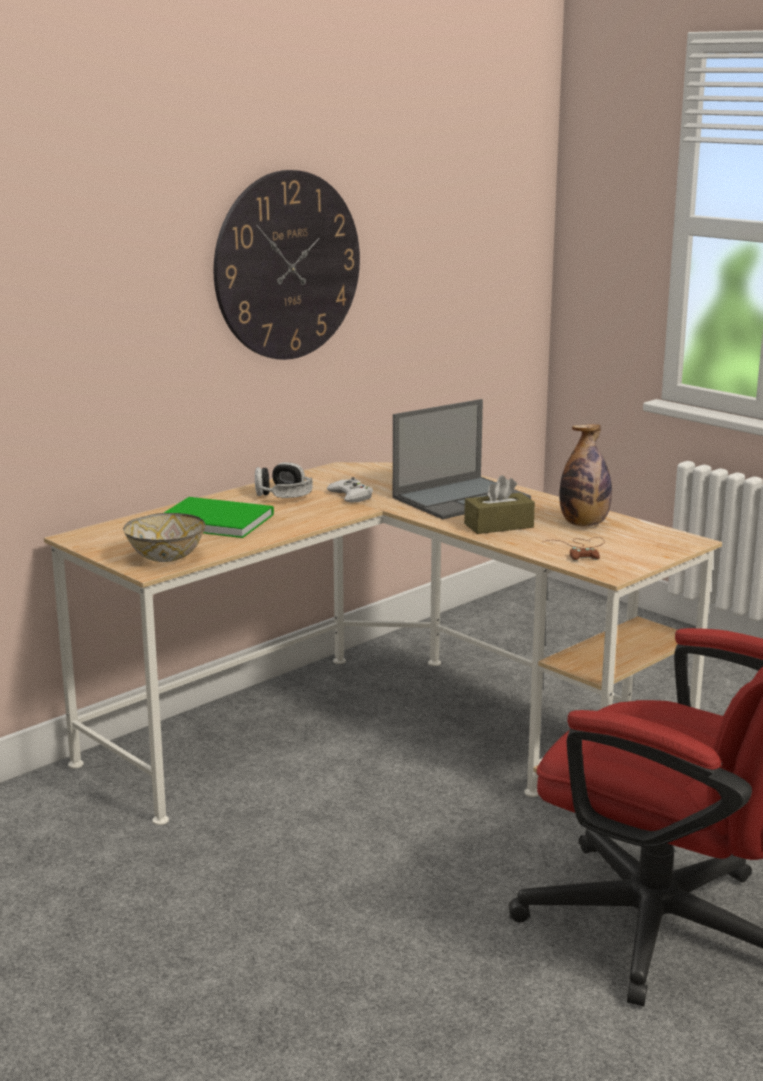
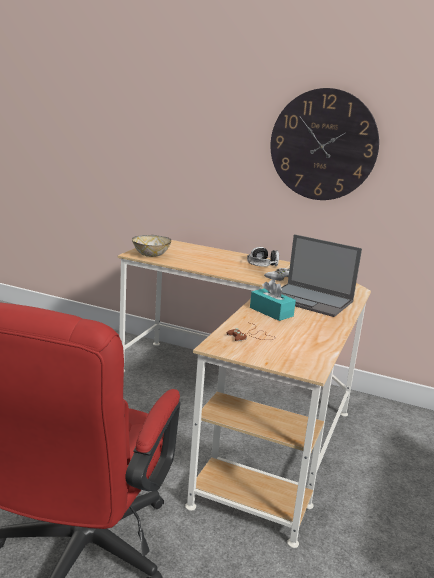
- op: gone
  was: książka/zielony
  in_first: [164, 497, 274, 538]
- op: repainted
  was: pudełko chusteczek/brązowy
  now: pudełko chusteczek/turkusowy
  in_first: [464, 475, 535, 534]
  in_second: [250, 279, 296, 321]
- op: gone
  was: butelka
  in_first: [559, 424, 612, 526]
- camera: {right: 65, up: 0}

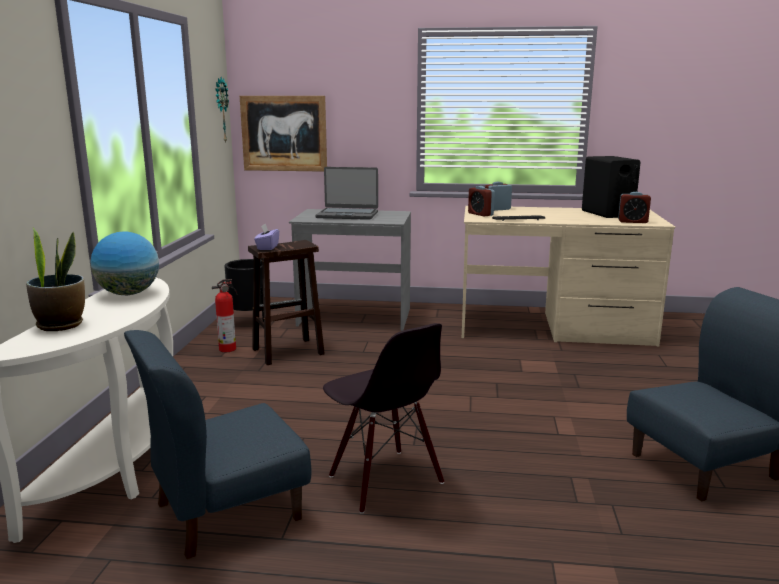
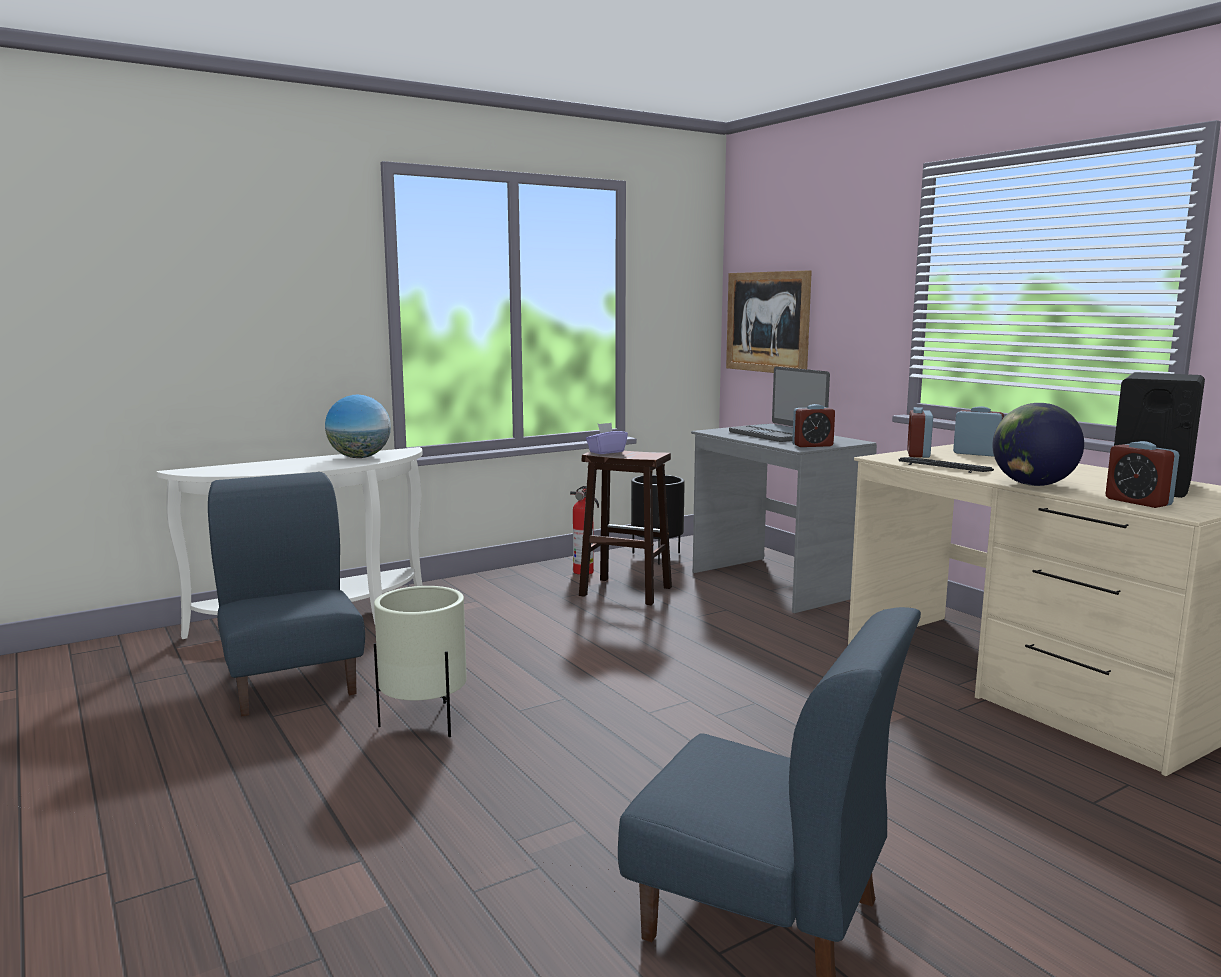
- op: gone
  was: roślina doniczkowa
  in_first: [26, 228, 85, 331]
- op: rotated
  was: krzesło/niebieski
  in_first: [124, 330, 312, 559]
  in_second: [208, 472, 365, 717]
  clockwise: 45
- op: gone
  was: zegar ścienny
  in_first: [215, 77, 229, 143]
- op: swapped
  was: krzesło/czarny
  now: donica/beżowy
  in_first: [323, 323, 444, 514]
  in_second: [374, 586, 467, 737]
- op: new
  now: budzik
  in_second: [792, 404, 835, 447]
- op: new
  now: globus
  in_second: [993, 403, 1084, 486]
- camera: {right: 50, up: -5}

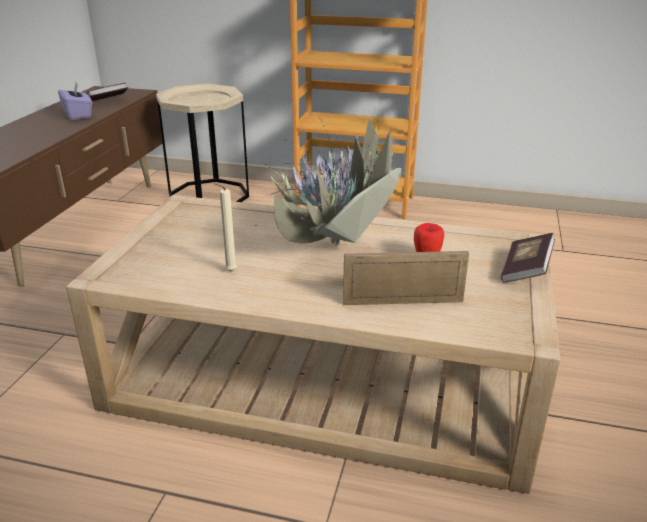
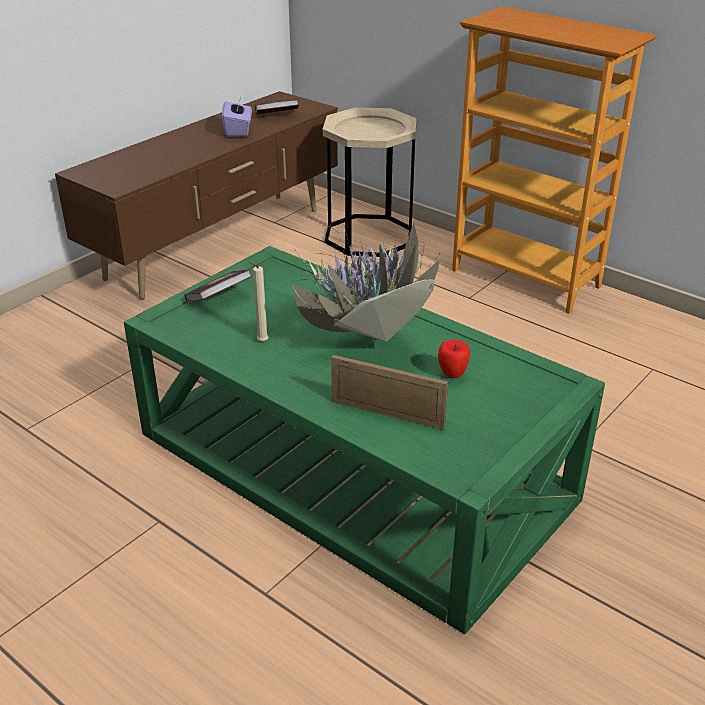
- op: repainted
  was: ława/beżowy
  now: ława/zielony
  in_first: [66, 195, 560, 494]
  in_second: [124, 246, 605, 634]
- op: shifted
  was: książka
  in_first: [501, 233, 555, 283]
  in_second: [184, 269, 252, 302]
- camera: {right: 25, up: 5}

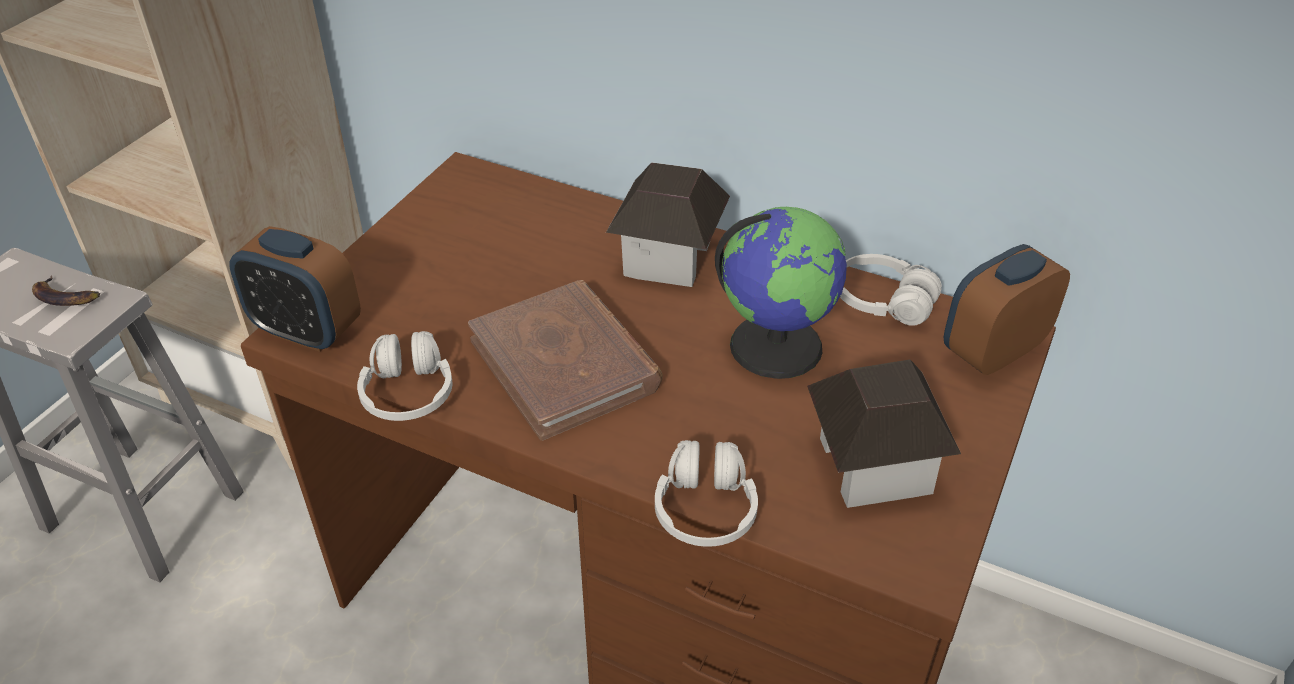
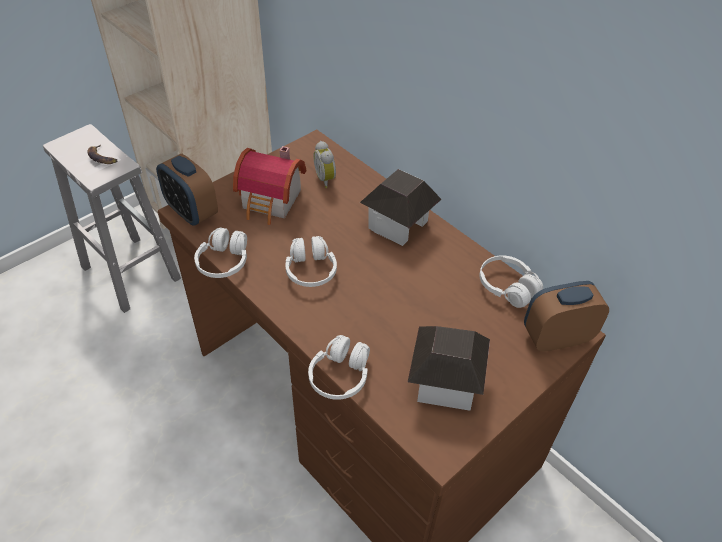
- op: swapped
  was: książka/brązowy
  now: słuchawki/biały
  in_first: [468, 280, 662, 441]
  in_second: [285, 236, 337, 287]
- op: gone
  was: globus
  in_first: [715, 207, 847, 379]
- op: new
  now: domek
  in_second: [233, 146, 306, 225]
- op: new
  now: budzik
  in_second: [313, 141, 336, 188]
- camera: {right: 20, up: 5}

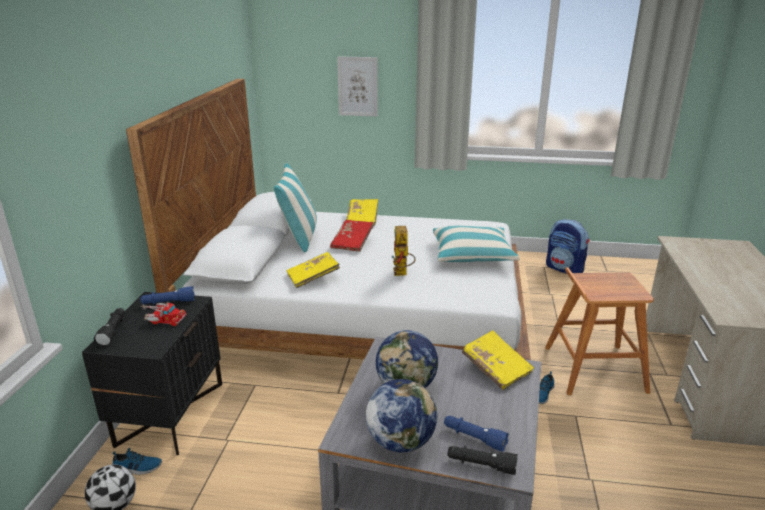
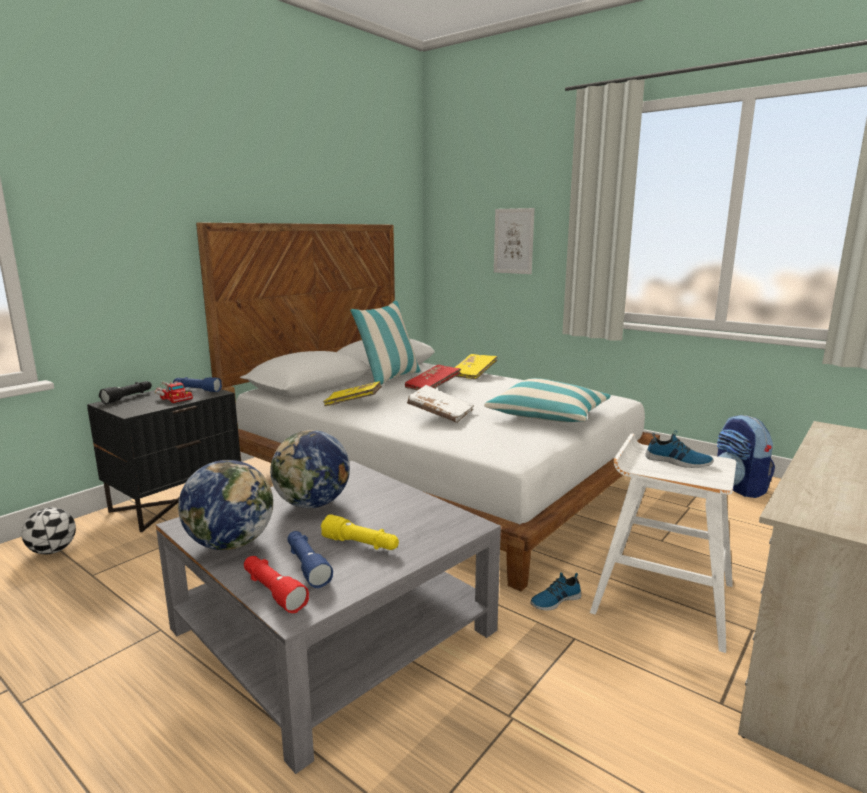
- op: shifted
  was: but
  in_first: [112, 448, 162, 475]
  in_second: [645, 430, 713, 468]
- op: swapped
  was: robot zabawkowy
  now: książka/biały
  in_first: [391, 226, 415, 276]
  in_second: [407, 385, 474, 423]
- op: repainted
  was: latarka/czarny
  now: latarka/czerwony
  in_first: [447, 446, 518, 475]
  in_second: [244, 556, 309, 613]
- op: gone
  was: książka/żółty
  in_first: [462, 330, 534, 390]
- op: repainted
  was: stołek/brązowy
  now: stołek/biały
  in_first: [545, 267, 654, 395]
  in_second: [590, 433, 736, 653]
- op: new
  now: latarka/żółty
  in_second: [321, 514, 399, 550]
- camera: {right: 30, up: -10}

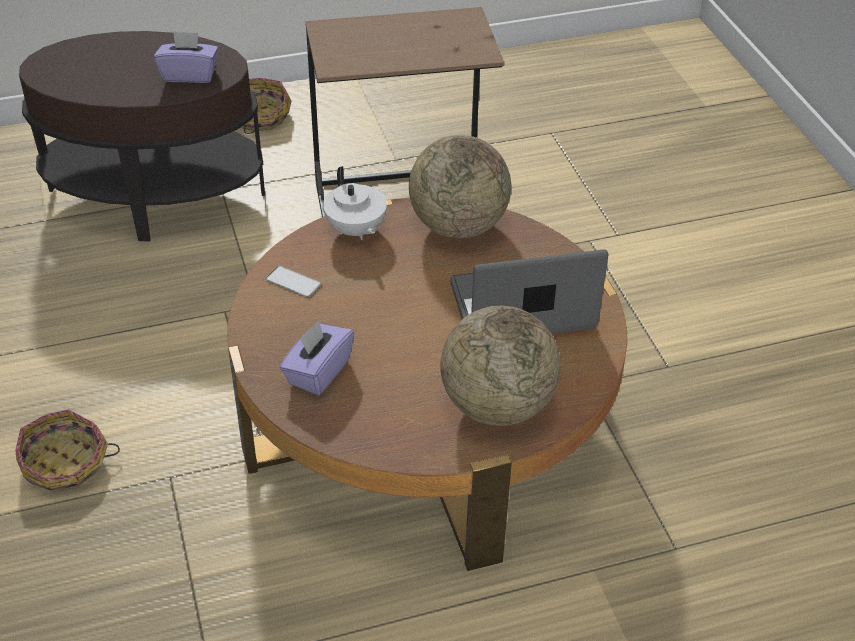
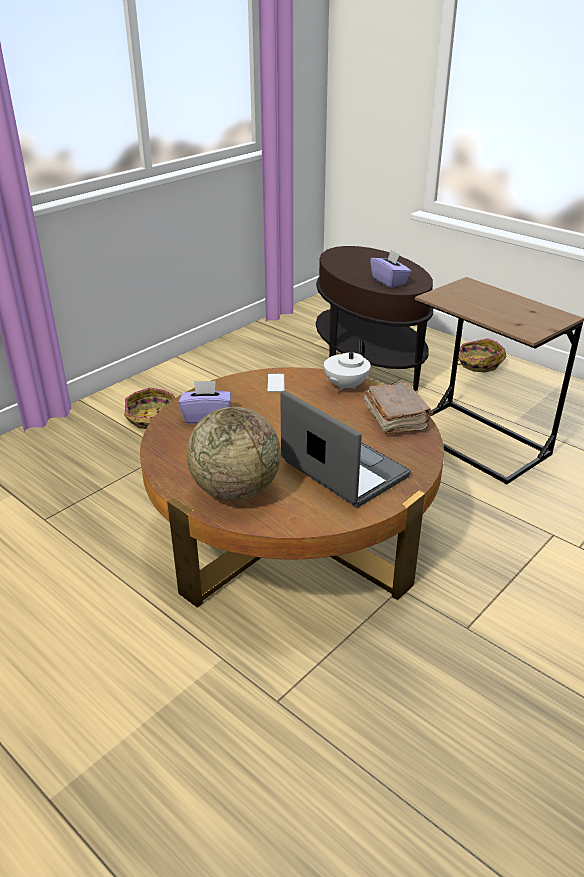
- op: swapped
  was: globus
  now: książka/brązowy
  in_first: [409, 135, 511, 239]
  in_second: [364, 382, 433, 434]
- camera: {right: 60, up: -10}

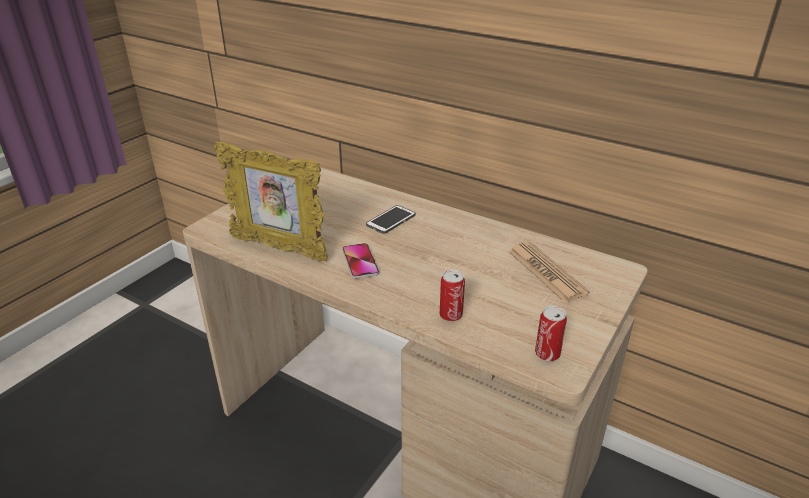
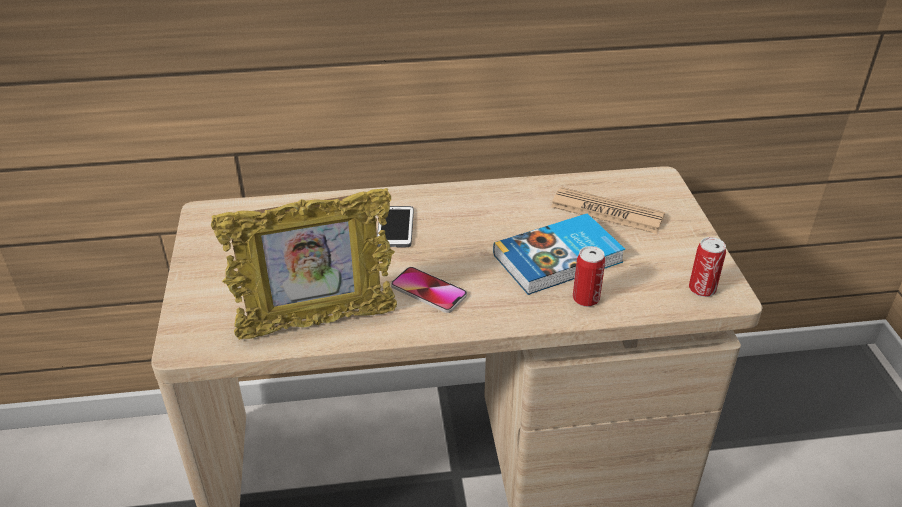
- op: new
  now: książka
  in_second: [493, 213, 625, 295]
- camera: {right: -40, up: 5}

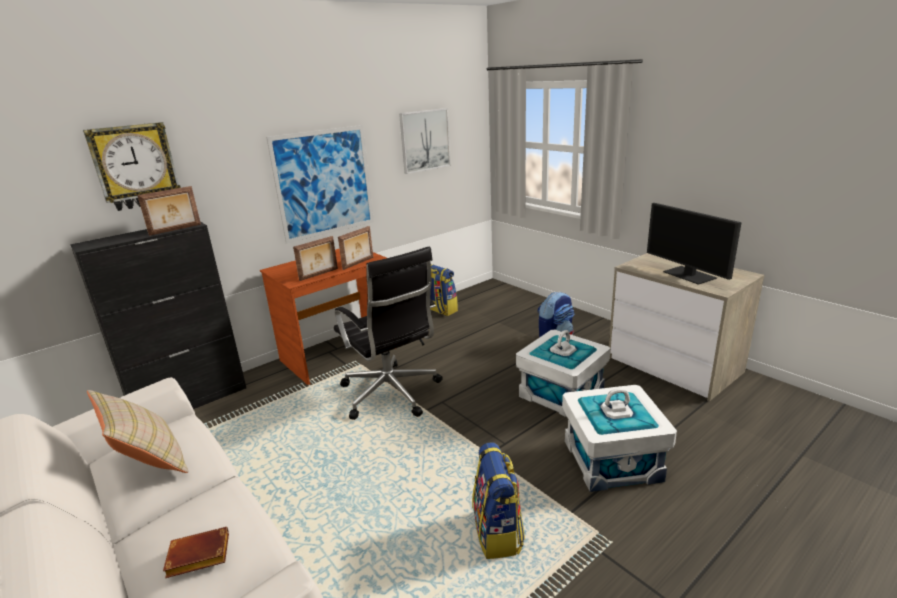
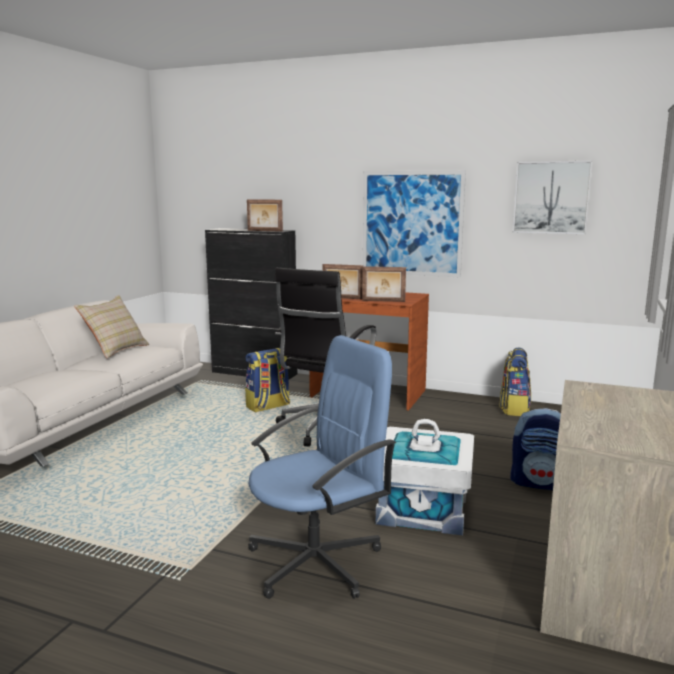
- op: gone
  was: zegar ścienny
  in_first: [83, 122, 181, 211]
- op: gone
  was: książka/brązowy
  in_first: [163, 527, 229, 578]
- op: shifted
  was: plecak
  in_first: [472, 442, 525, 559]
  in_second: [245, 348, 290, 413]
- op: swapped
  was: pojemnik do przechowywania/biały
  now: krzesło biurowe/niebieski
  in_first: [562, 385, 677, 492]
  in_second: [248, 335, 396, 599]
- op: gone
  was: monitor
  in_first: [647, 203, 742, 285]
- camera: {right: 60, up: -10}

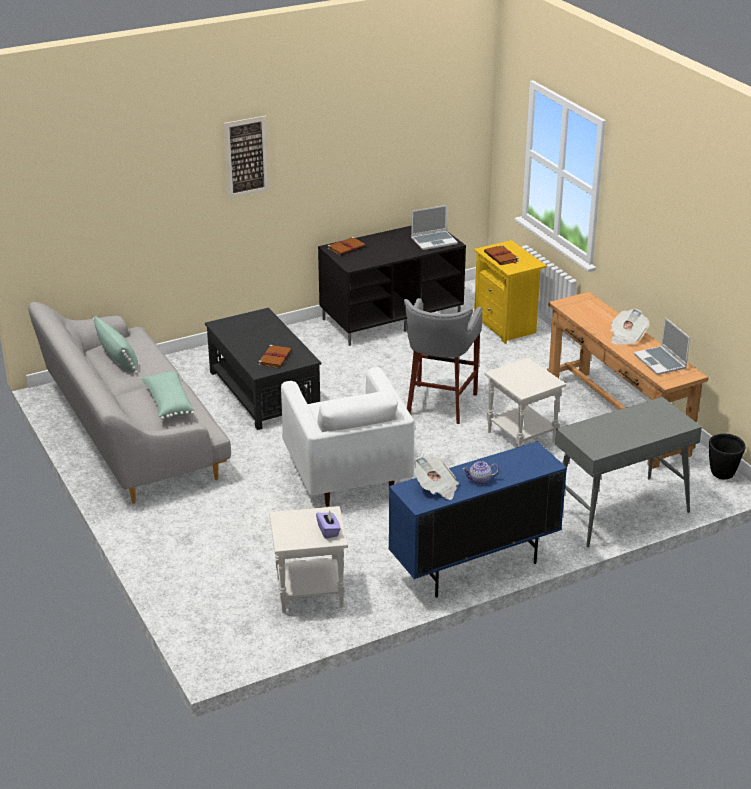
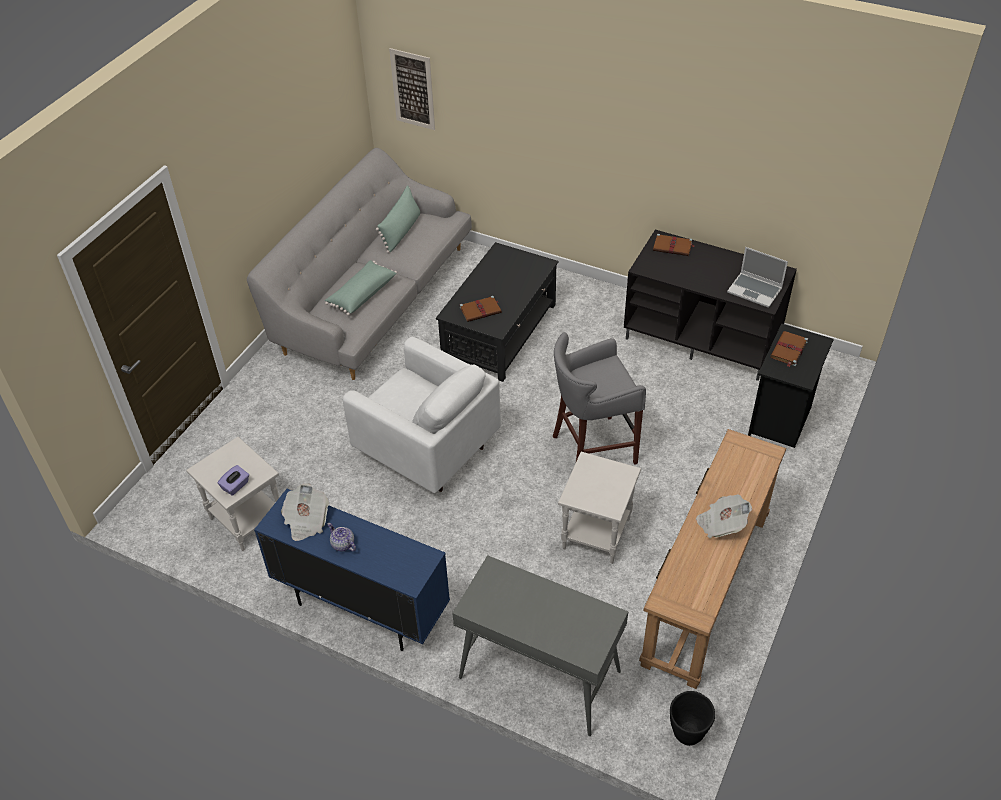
- op: shifted
  was: obraz
  in_first: [224, 116, 269, 199]
  in_second: [389, 48, 435, 130]
- op: rotated
  was: fotel/biały
  in_first: [281, 367, 415, 507]
  in_second: [343, 337, 501, 493]
  clockwise: -90
- op: repainted
  was: szafka nocna/żółty
  now: szafka nocna/czarny
  in_first: [474, 240, 547, 344]
  in_second: [748, 324, 834, 448]
- op: gone
  was: laptop
  in_first: [633, 317, 690, 375]
- camera: {right: 55, up: 15}

